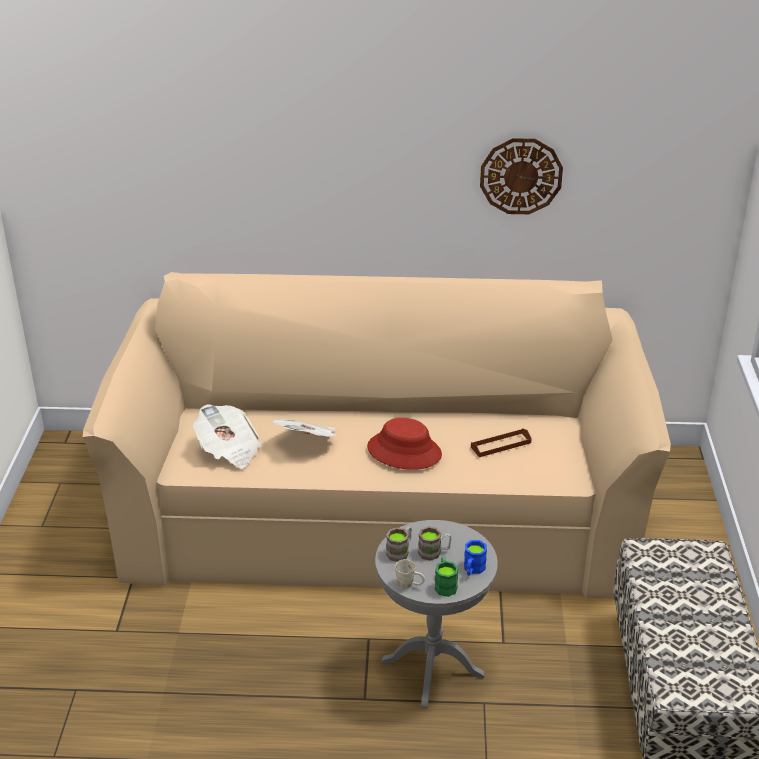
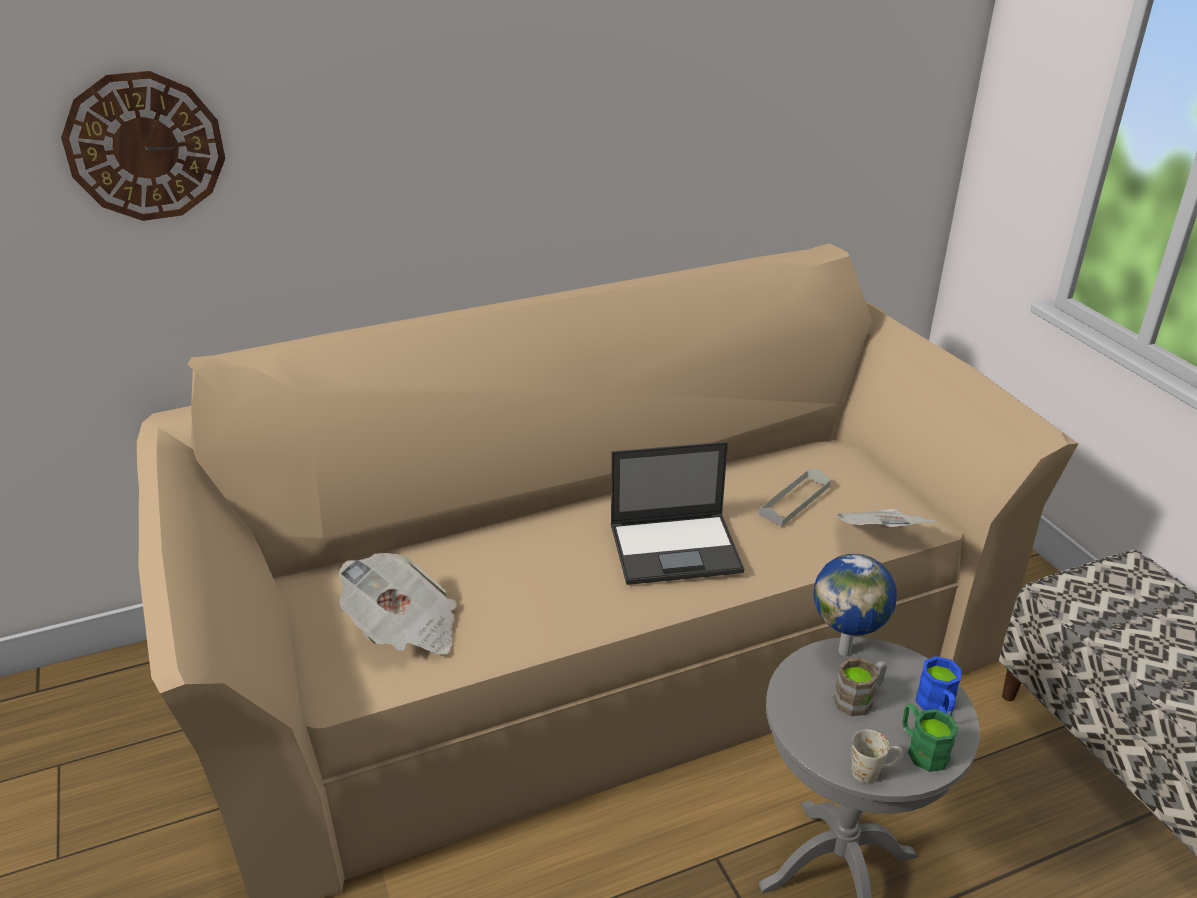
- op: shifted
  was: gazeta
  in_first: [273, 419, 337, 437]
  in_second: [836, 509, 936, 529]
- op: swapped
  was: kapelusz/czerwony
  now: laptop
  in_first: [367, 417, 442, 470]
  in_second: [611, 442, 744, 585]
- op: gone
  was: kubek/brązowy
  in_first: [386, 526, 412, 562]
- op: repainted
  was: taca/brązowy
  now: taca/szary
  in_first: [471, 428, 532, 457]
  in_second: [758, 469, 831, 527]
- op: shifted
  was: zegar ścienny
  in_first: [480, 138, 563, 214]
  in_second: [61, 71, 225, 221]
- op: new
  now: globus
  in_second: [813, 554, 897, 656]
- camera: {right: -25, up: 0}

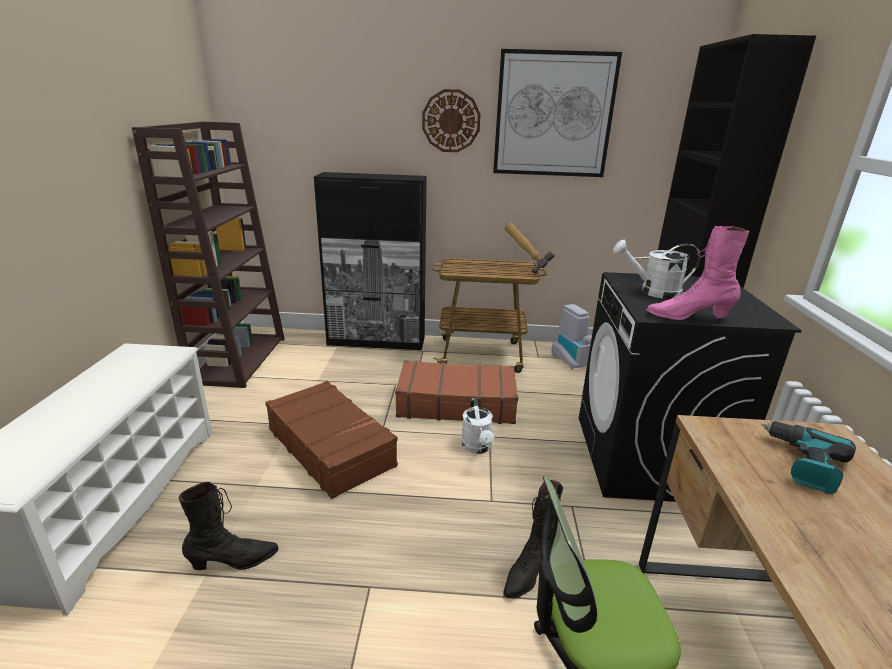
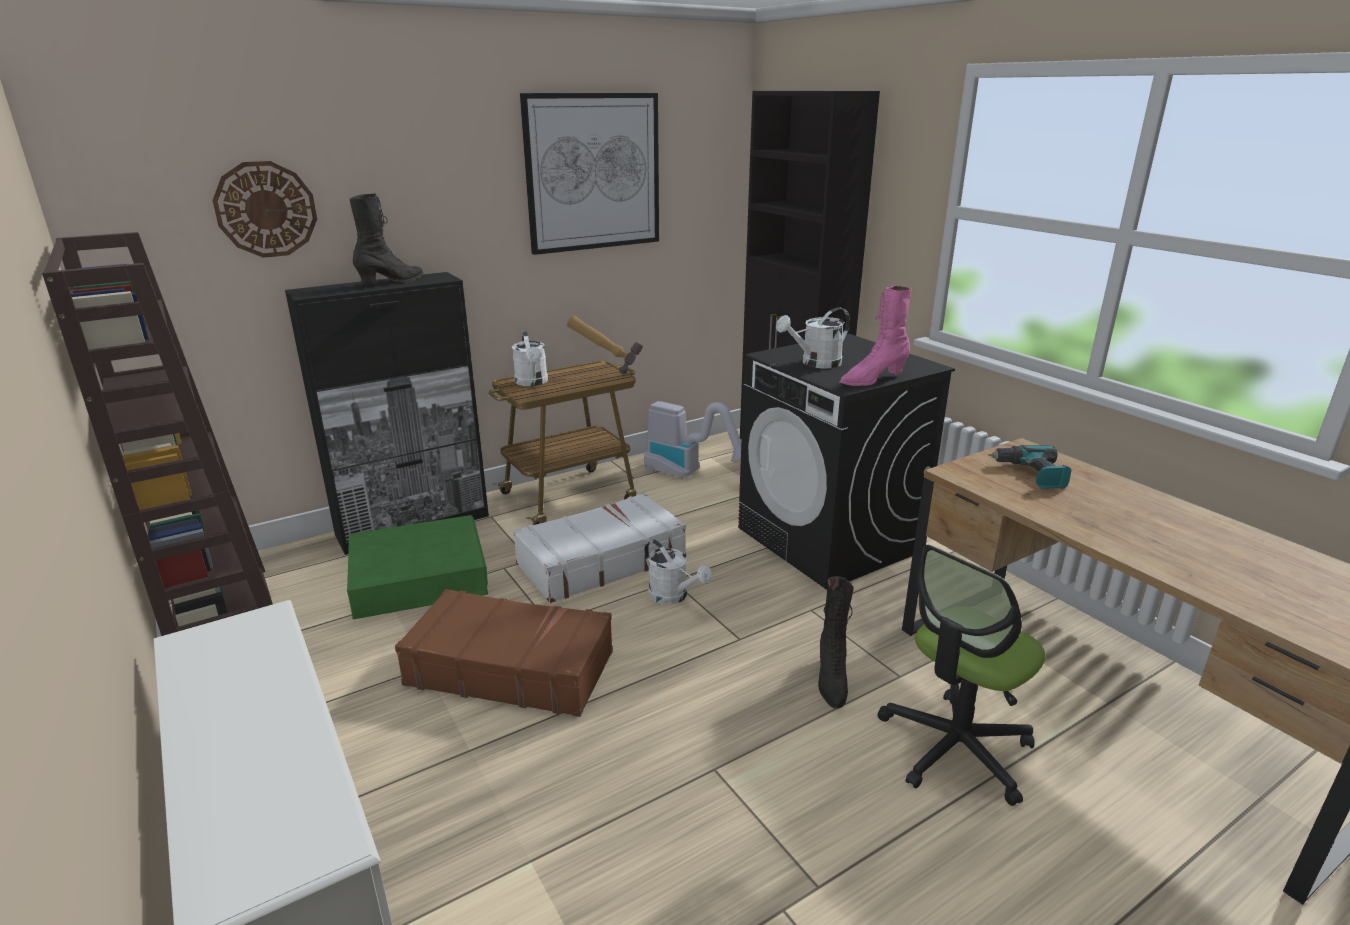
- op: shifted
  was: but z cholewką/czarny
  in_first: [179, 482, 279, 570]
  in_second: [350, 194, 424, 284]
- op: repainted
  was: walizka/brązowy
  now: walizka/biały
  in_first: [395, 360, 518, 424]
  in_second: [513, 493, 686, 603]
- op: shifted
  was: zegar ścienny
  in_first: [422, 89, 481, 152]
  in_second: [212, 161, 317, 258]
- op: new
  now: pojemnik do przechowywania/zielony
  in_second: [347, 515, 488, 620]
- op: new
  now: konewka/biały
  in_second: [512, 331, 548, 386]
- camera: {right: -35, up: 0}

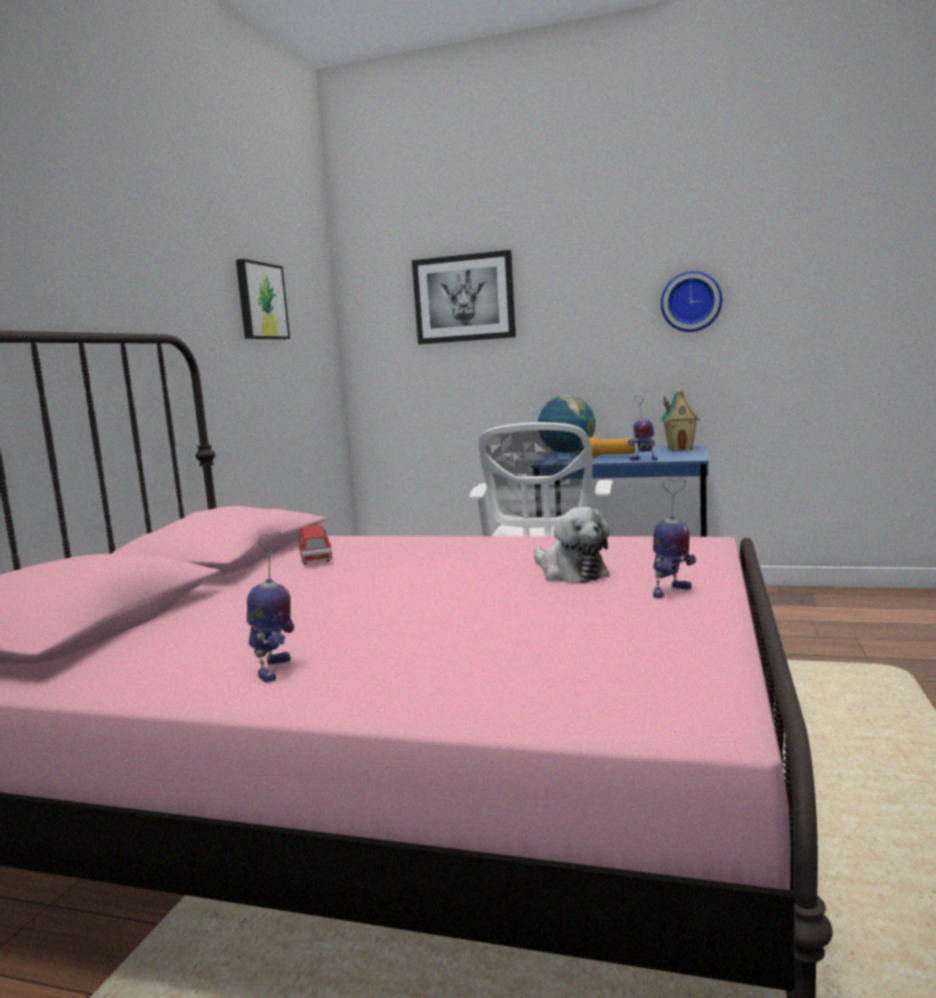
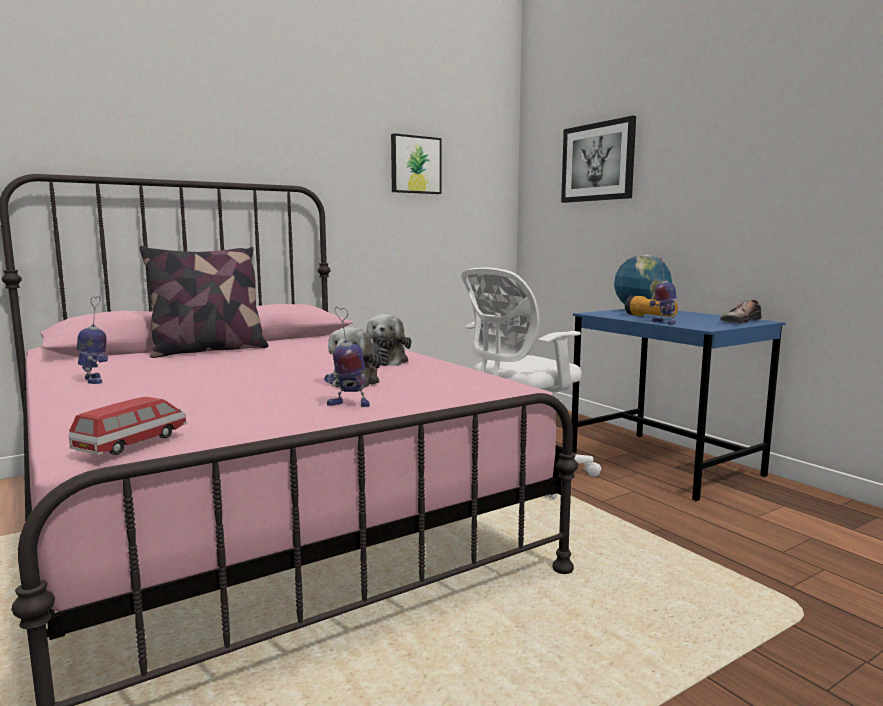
- op: rotated
  was: robot zabawkowy
  in_first: [247, 532, 294, 683]
  in_second: [77, 296, 108, 384]
  clockwise: -75
- op: shifted
  was: samochodzik
  in_first: [295, 525, 333, 564]
  in_second: [69, 397, 187, 455]
- op: swapped
  was: domek
  now: but
  in_first: [660, 389, 700, 451]
  in_second: [720, 300, 762, 323]
- op: gone
  was: zegar ścienny
  in_first: [661, 271, 722, 332]
- op: new
  now: poduszka
  in_second: [139, 246, 269, 358]
- op: new
  now: pluszak
  in_second: [366, 314, 411, 366]
- camera: {right: 40, up: 0}

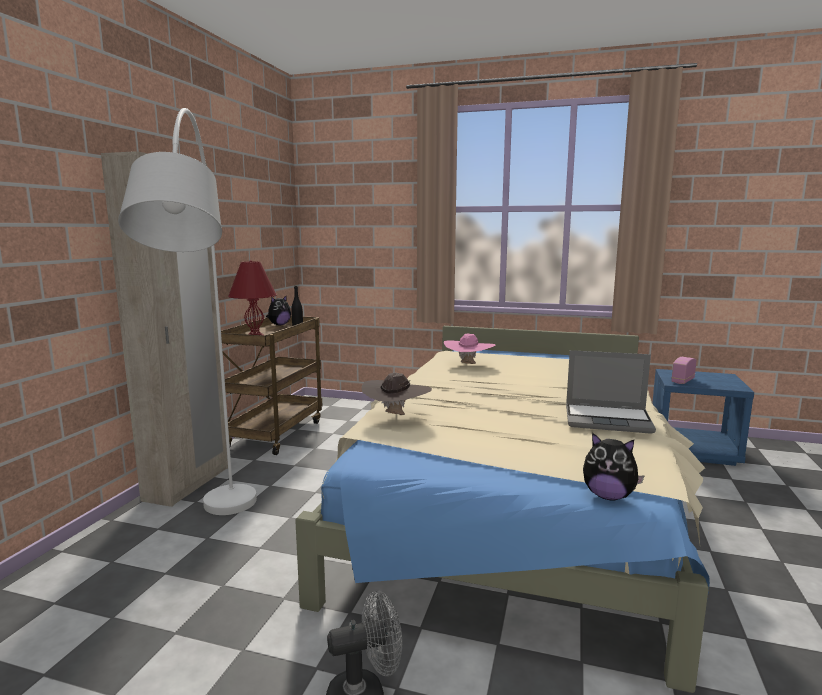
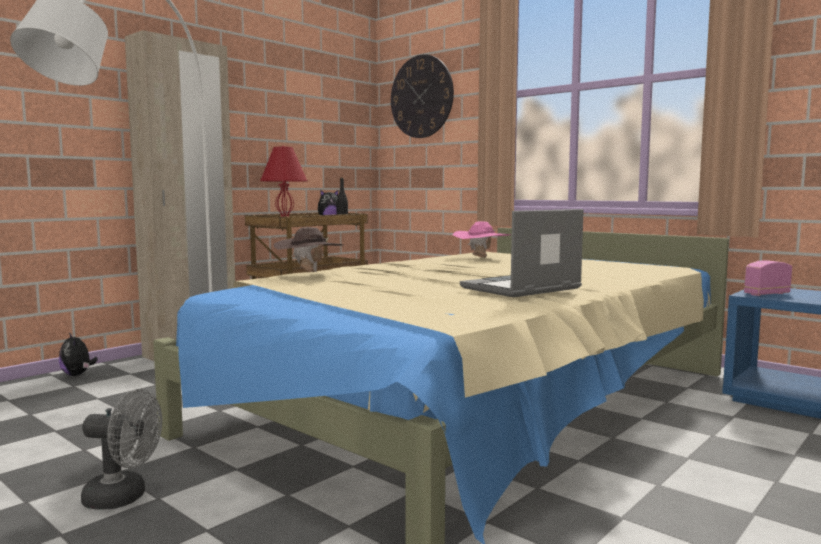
- op: rotated
  was: laptop
  in_first: [566, 350, 656, 434]
  in_second: [460, 209, 584, 297]
  clockwise: 105
- op: shifted
  was: pluszak
  in_first: [583, 432, 645, 500]
  in_second: [59, 333, 98, 376]
- op: new
  now: zegar ścienny
  in_second: [391, 54, 454, 138]
- camera: {right: 25, up: -5}

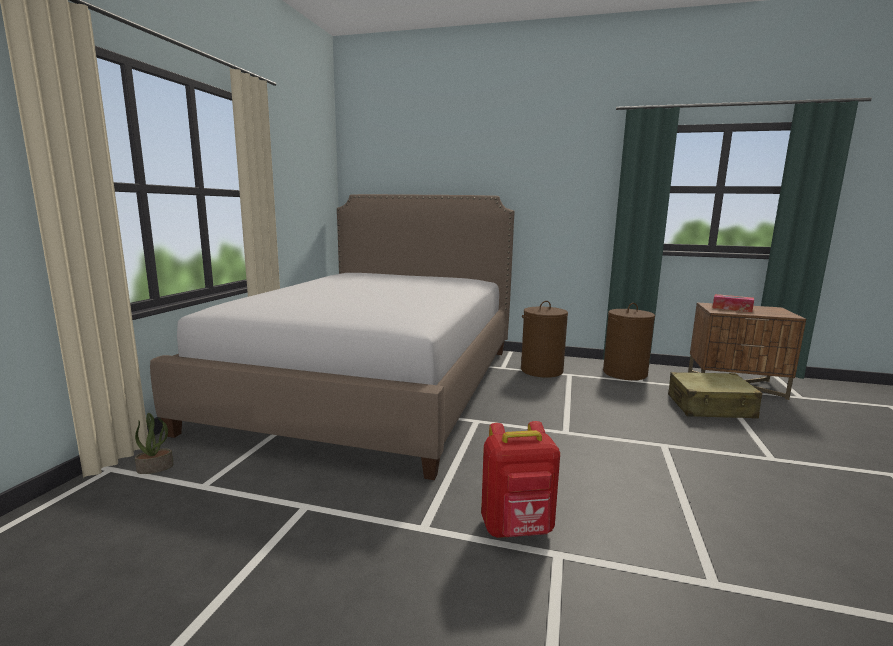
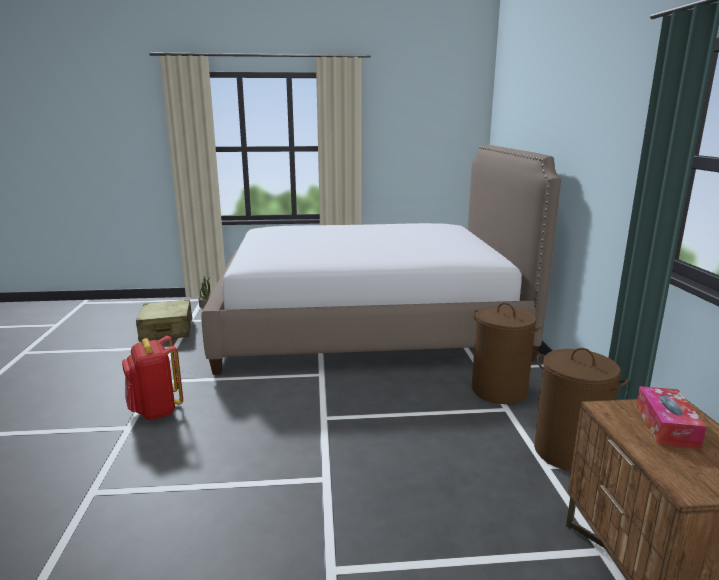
- op: shifted
  was: walizka/beżowy
  in_first: [668, 372, 762, 418]
  in_second: [136, 299, 192, 342]
- camera: {right: 70, up: 5}

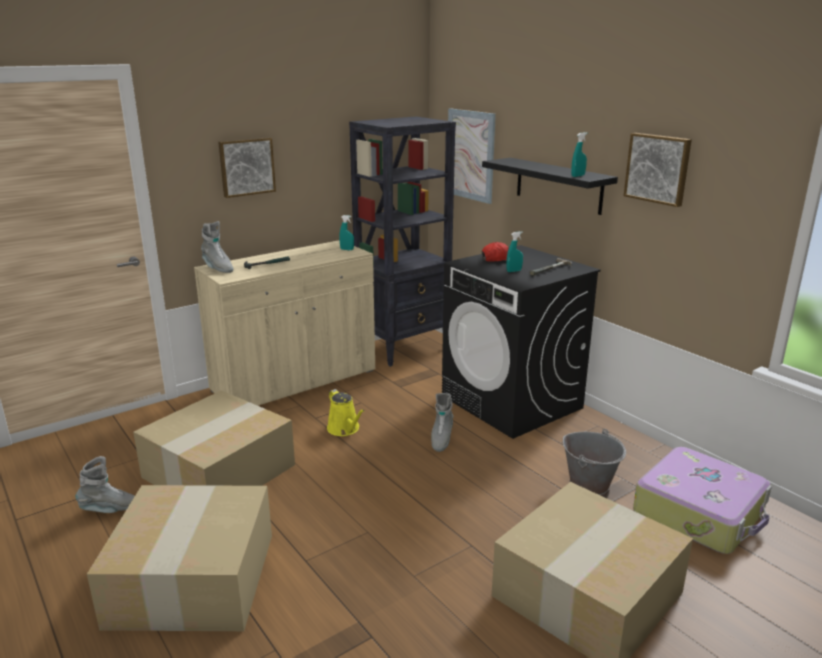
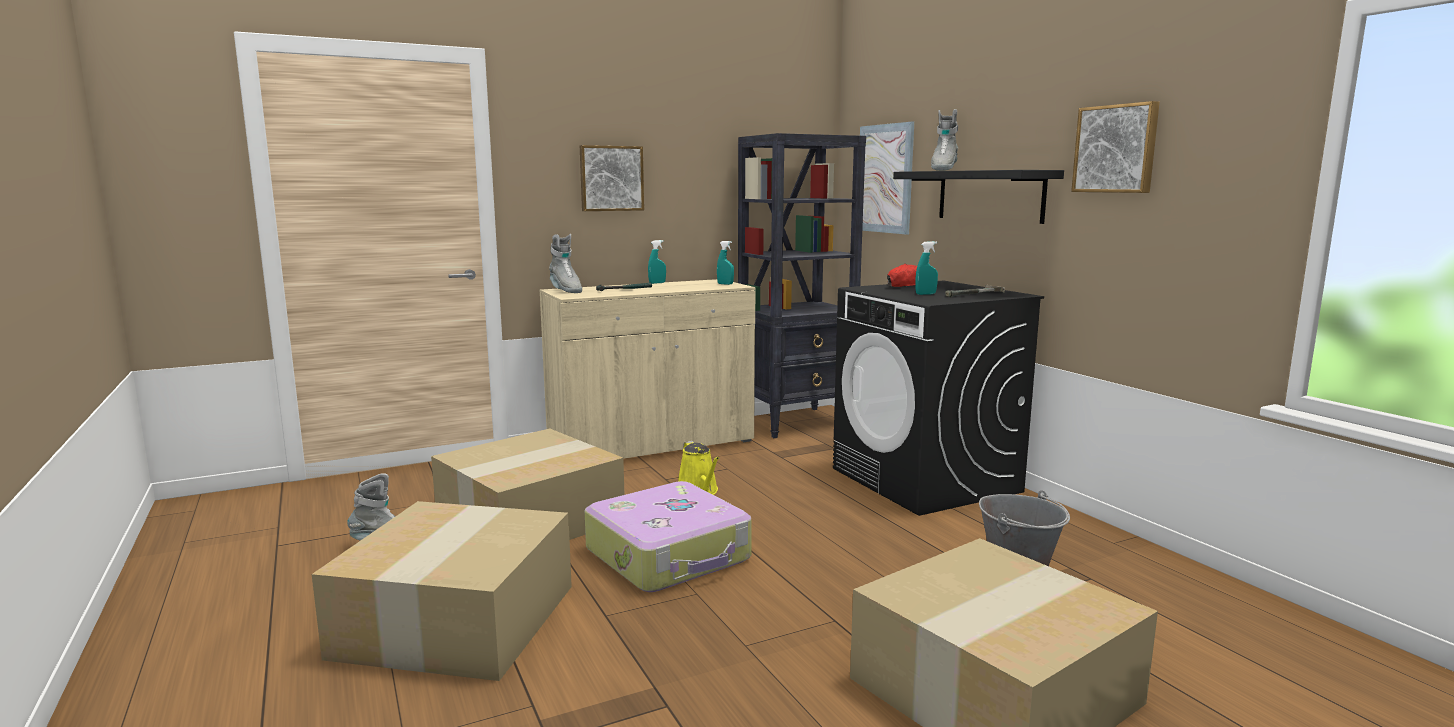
- op: shifted
  was: but z cholewką/szary
  in_first: [431, 393, 453, 452]
  in_second: [931, 109, 958, 171]
- op: shifted
  was: spryskiwacz/turkusowy
  in_first: [571, 132, 587, 177]
  in_second: [648, 240, 666, 284]
- op: shifted
  was: walizka
  in_first: [633, 447, 772, 554]
  in_second: [585, 481, 752, 592]
- camera: {right: 10, up: -10}

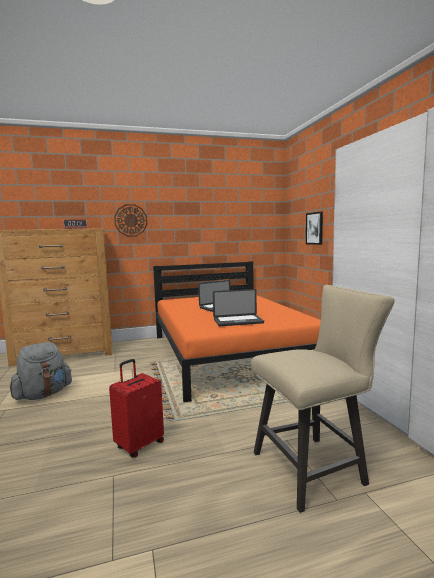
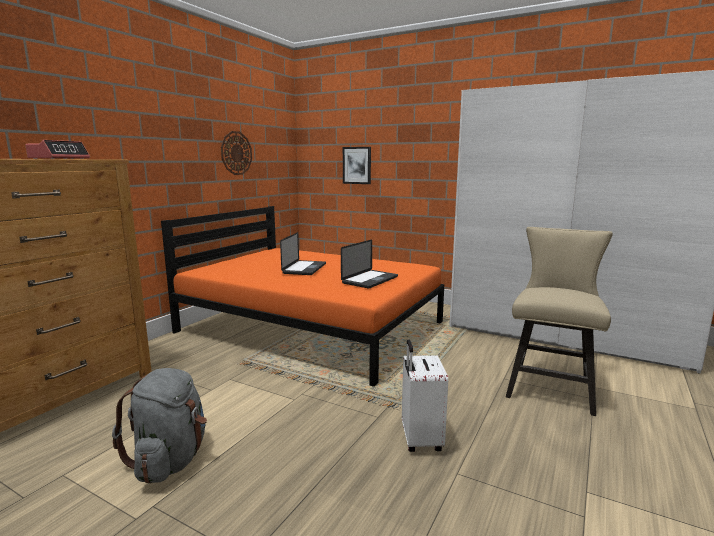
- op: repainted
  was: walizka/czerwony
  now: walizka/biały
  in_first: [109, 359, 164, 458]
  in_second: [402, 340, 448, 452]
- op: shifted
  was: zegar ścienny
  in_first: [114, 204, 148, 237]
  in_second: [221, 131, 252, 175]
- camera: {right: -45, up: 5}

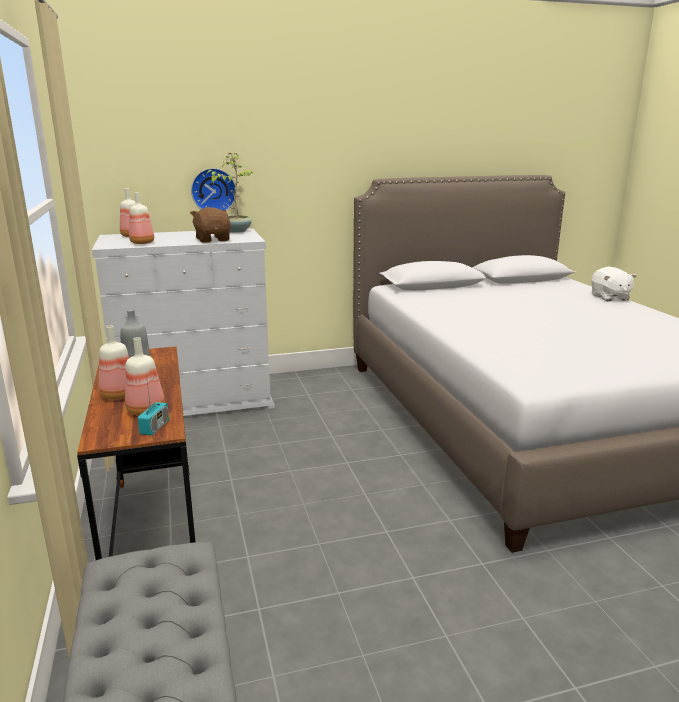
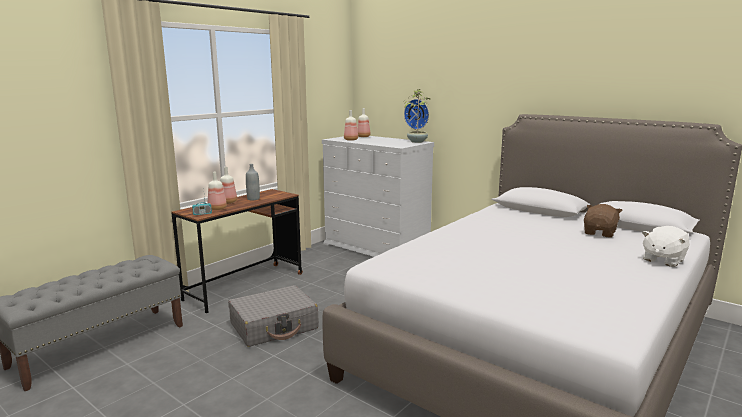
- op: shifted
  was: pluszak/brązowy
  in_first: [190, 207, 231, 243]
  in_second: [584, 204, 623, 238]
- op: new
  now: walizka/szary
  in_second: [228, 285, 319, 347]
- camera: {right: 55, up: -5}

